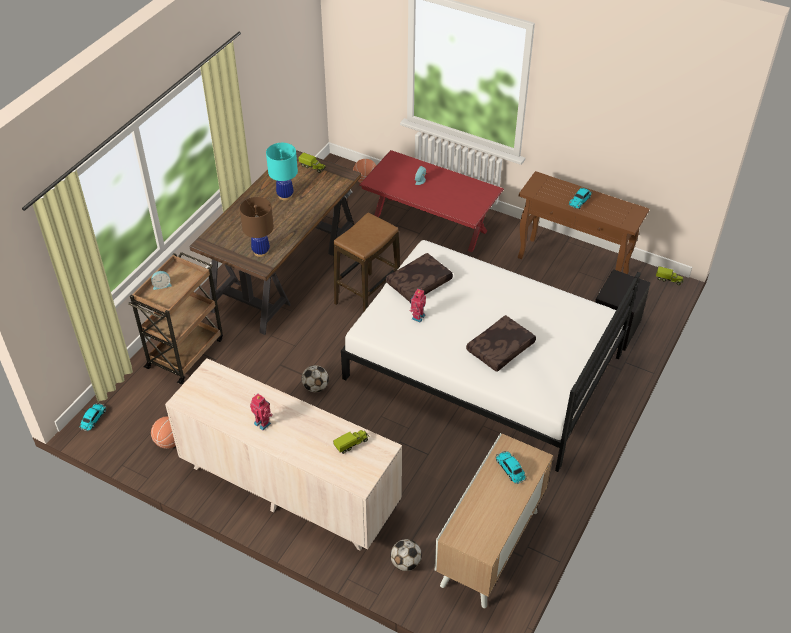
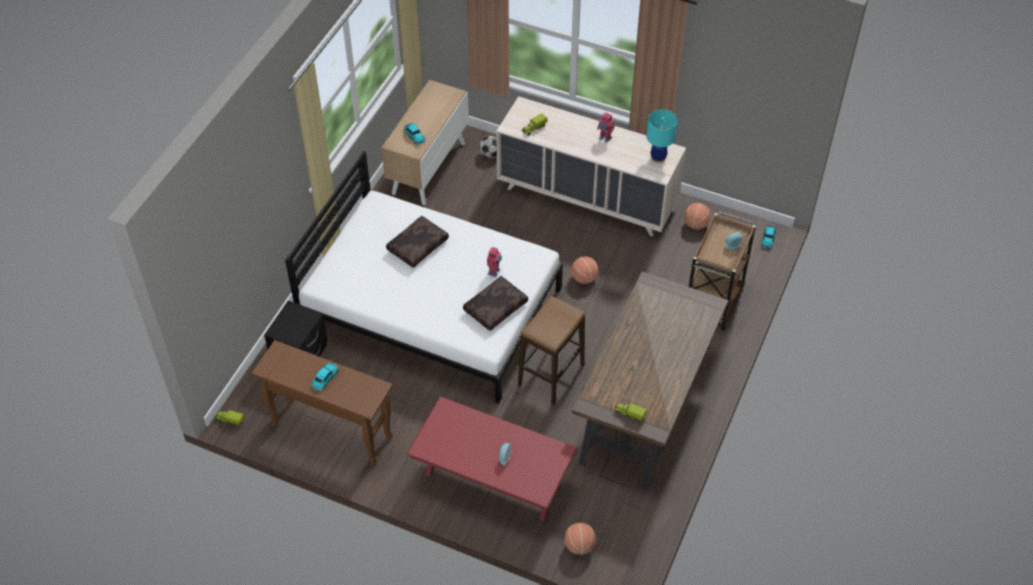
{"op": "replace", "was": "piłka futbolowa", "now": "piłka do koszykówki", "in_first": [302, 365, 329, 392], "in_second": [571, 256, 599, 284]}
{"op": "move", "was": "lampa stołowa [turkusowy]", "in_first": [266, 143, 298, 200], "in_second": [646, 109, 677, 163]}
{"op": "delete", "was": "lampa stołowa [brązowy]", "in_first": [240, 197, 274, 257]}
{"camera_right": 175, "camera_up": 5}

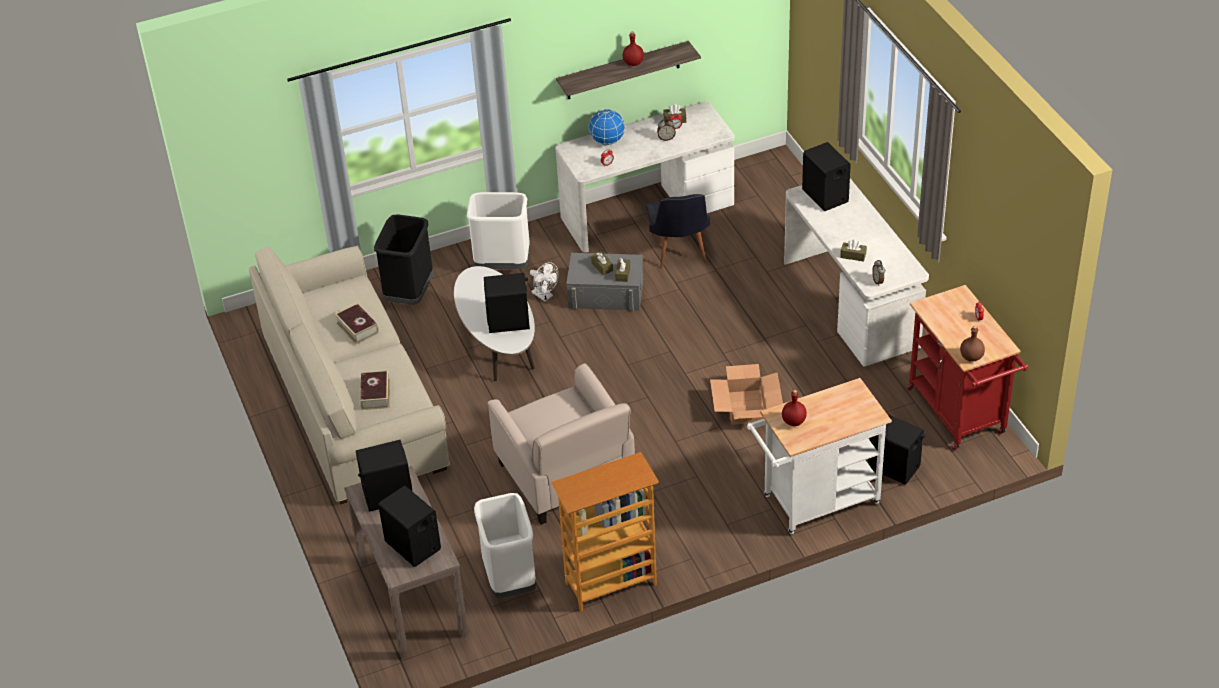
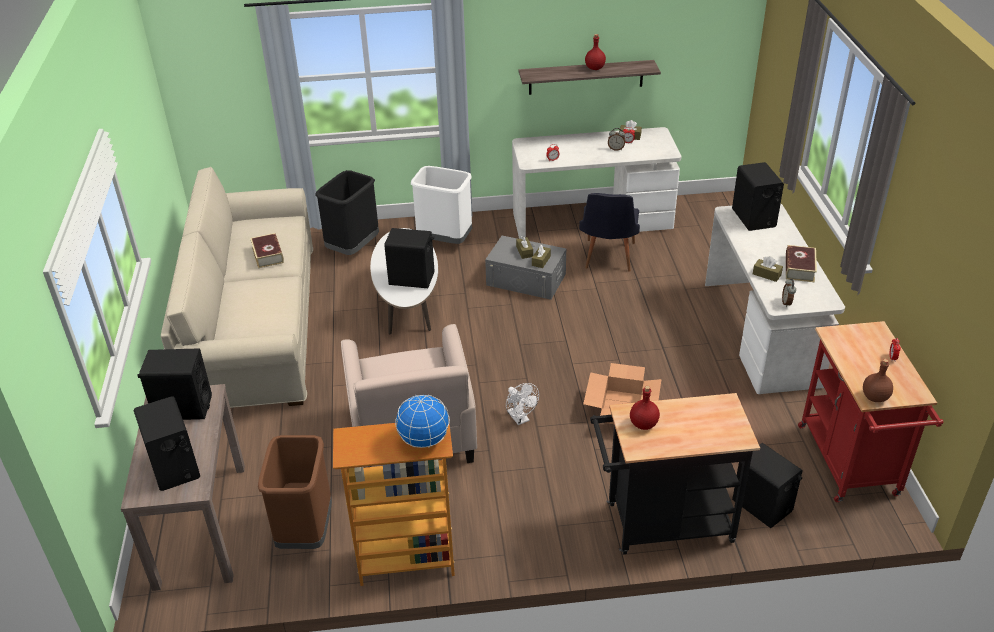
{"op": "recolor", "was": "kosz na śmieci [biały]", "now": "kosz na śmieci [brązowy]", "in_first": [474, 493, 536, 598], "in_second": [258, 435, 332, 549]}
{"op": "move", "was": "globus", "in_first": [589, 109, 625, 145], "in_second": [395, 395, 450, 448]}
{"op": "move", "was": "wentylator [biały]", "in_first": [530, 262, 558, 301], "in_second": [506, 383, 539, 425]}
{"op": "recolor", "was": "wózek [biały]", "now": "wózek [czarny]", "in_first": [747, 378, 892, 535], "in_second": [590, 393, 760, 554]}
{"op": "move", "was": "książka", "in_first": [360, 370, 390, 410], "in_second": [786, 245, 817, 282]}
{"camera_right": 15, "camera_up": -5}

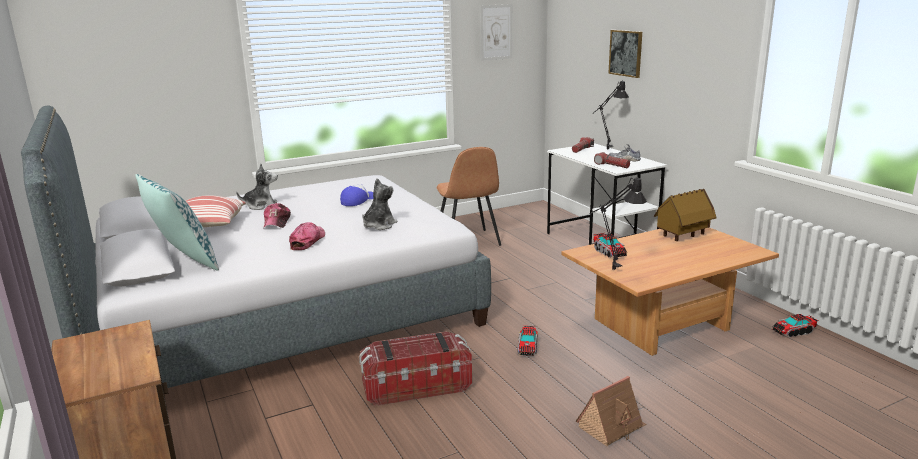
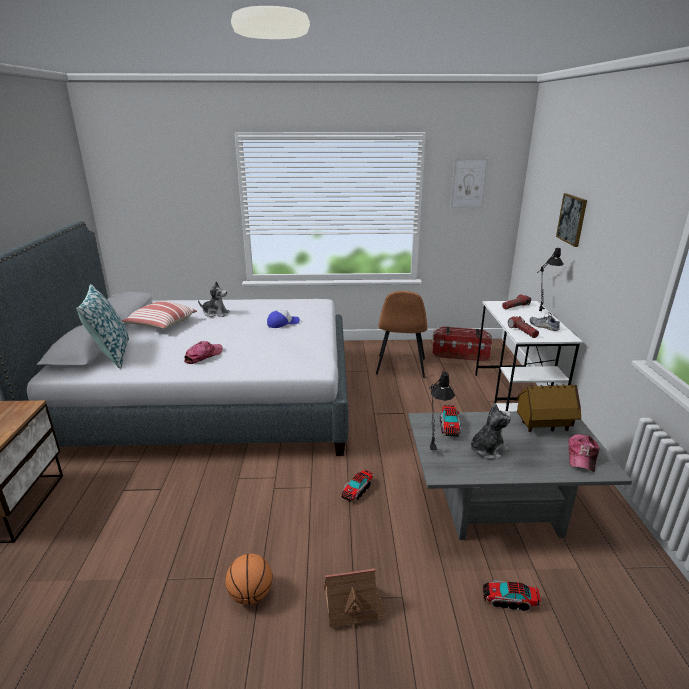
{"op": "insert", "now": "piłka do koszykówki", "in_second": [225, 554, 273, 605]}
{"op": "recolor", "was": "ława [brązowy]", "now": "ława [szary]", "in_first": [561, 227, 779, 356], "in_second": [408, 411, 632, 540]}
{"op": "move", "was": "pojemnik do przechowywania", "in_first": [359, 332, 472, 406], "in_second": [432, 326, 493, 361]}
{"op": "move", "was": "pluszak", "in_first": [362, 178, 397, 230], "in_second": [471, 403, 511, 460]}
{"op": "move", "was": "ciężarówka zabawkowa", "in_first": [772, 314, 818, 337], "in_second": [482, 580, 541, 611]}
{"op": "move", "was": "czapka z daszkiem", "in_first": [264, 203, 291, 228], "in_second": [568, 434, 599, 472]}
{"camera_right": 25, "camera_up": 5}

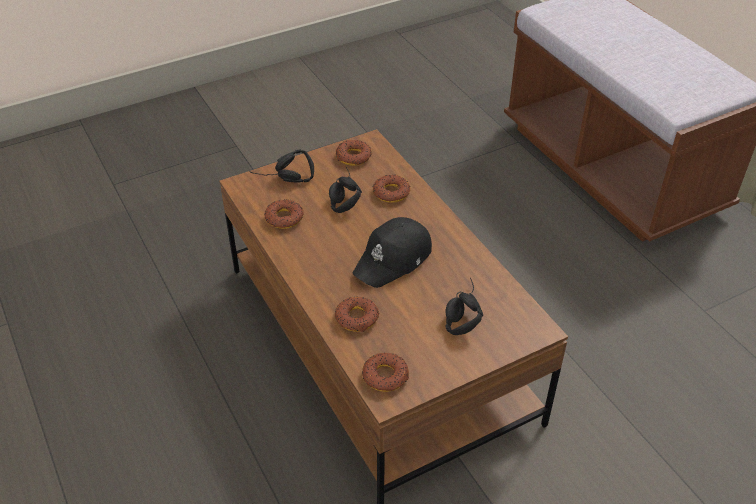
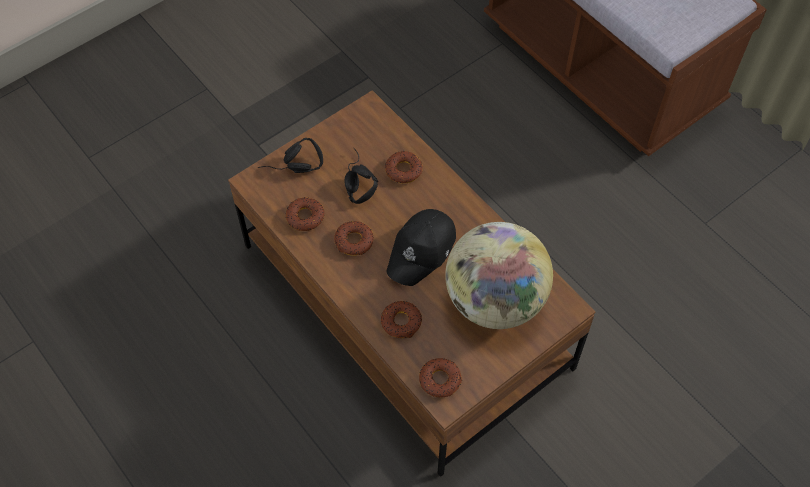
{"op": "move", "was": "donut", "in_first": [336, 140, 372, 166], "in_second": [334, 221, 374, 255]}
{"op": "replace", "was": "słuchawki [czarny]", "now": "globus", "in_first": [445, 278, 483, 335], "in_second": [445, 222, 553, 329]}
{"camera_right": -10, "camera_up": 15}

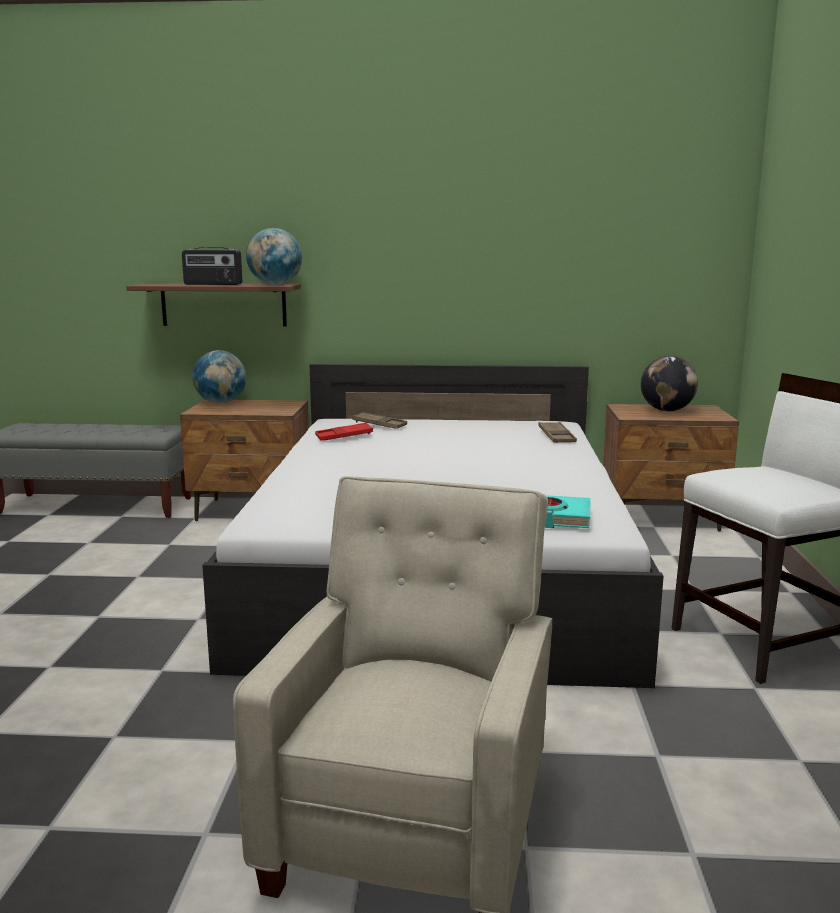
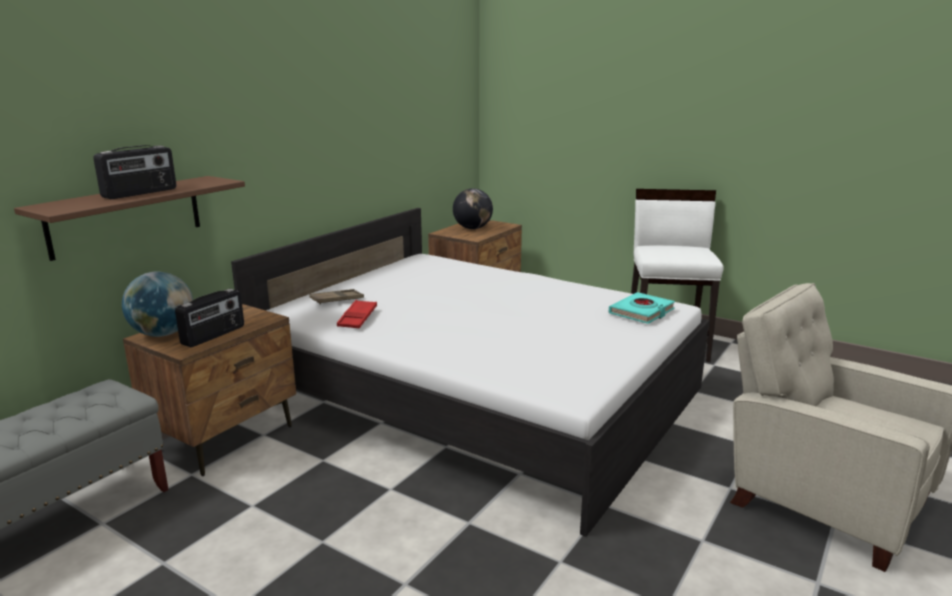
{"op": "insert", "now": "radio", "in_second": [175, 289, 244, 347]}
{"op": "delete", "was": "globus", "in_first": [246, 228, 302, 285]}
{"op": "delete", "was": "taca [brązowy]", "in_first": [538, 422, 577, 443]}
{"camera_right": -60, "camera_up": 5}

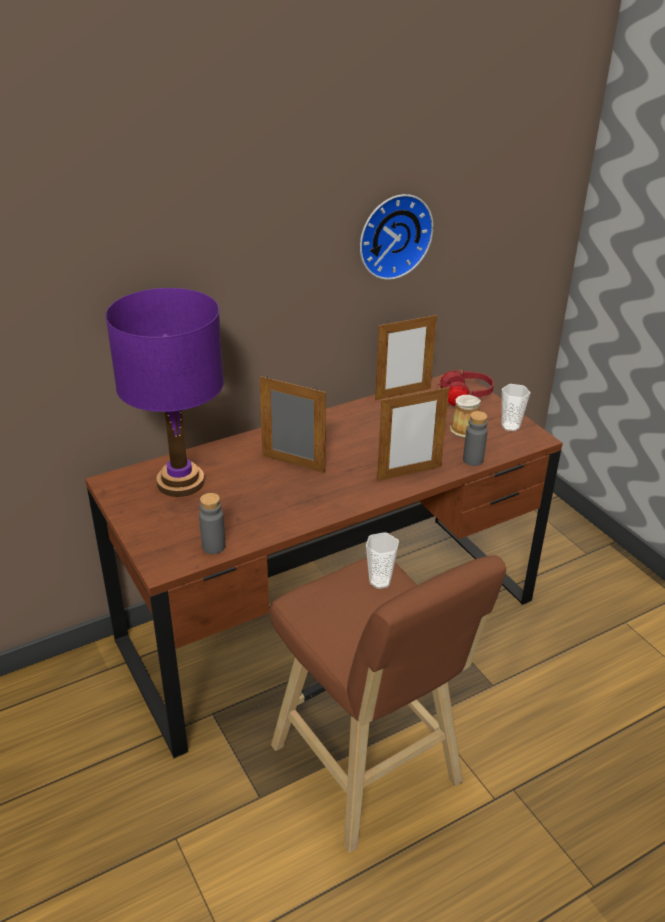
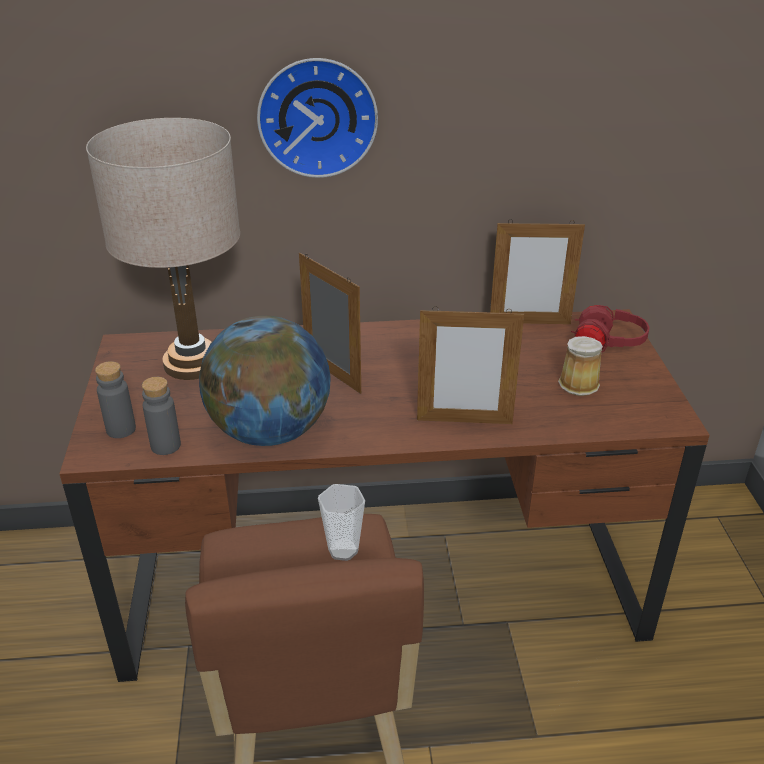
{"op": "recolor", "was": "lampa stołowa [fioletowy]", "now": "lampa stołowa [beżowy]", "in_first": [105, 288, 224, 497], "in_second": [86, 118, 240, 380]}
{"op": "move", "was": "butelka [szary]", "in_first": [463, 411, 488, 466], "in_second": [95, 361, 136, 438]}
{"op": "insert", "now": "globus", "in_second": [199, 316, 330, 446]}
{"op": "move", "was": "zegar ścienny", "in_first": [360, 194, 434, 280], "in_second": [257, 58, 378, 178]}
{"op": "delete", "was": "filiżanka", "in_first": [502, 384, 530, 431]}
{"camera_right": 25, "camera_up": 0}

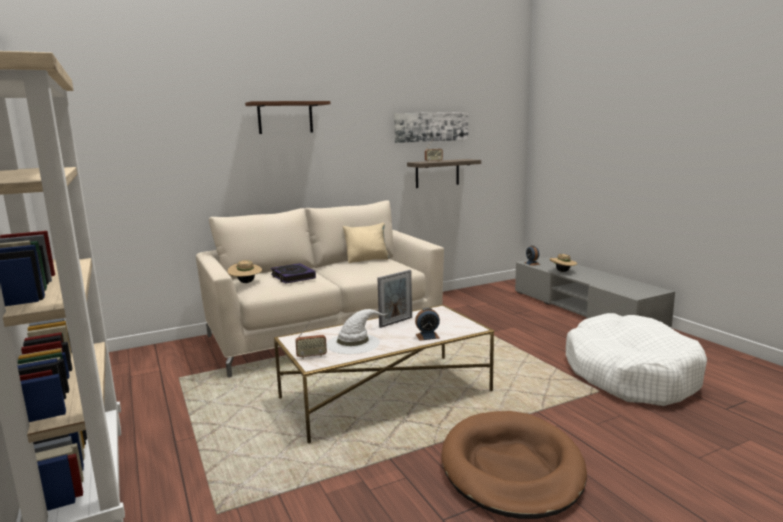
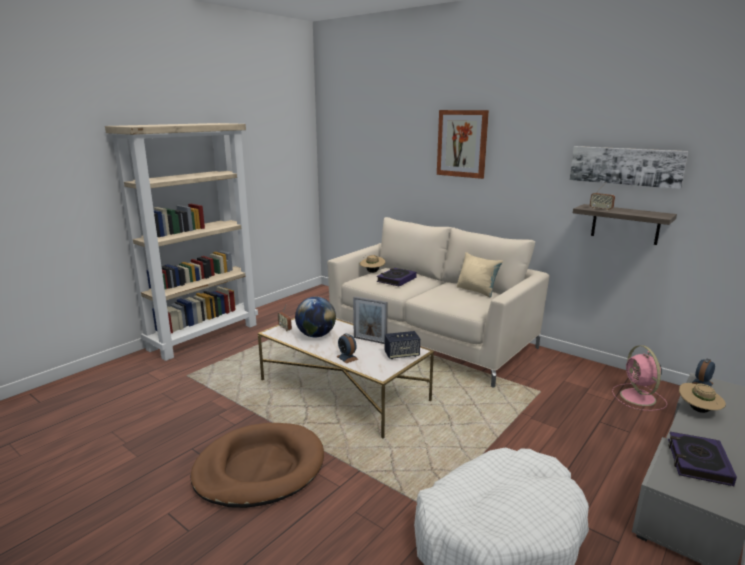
{"op": "replace", "was": "kapelusz [biały]", "now": "globus", "in_first": [326, 309, 388, 354], "in_second": [295, 297, 336, 337]}
{"op": "insert", "now": "głośnik", "in_second": [384, 331, 420, 359]}
{"op": "replace", "was": "półka [brązowy]", "now": "obraz", "in_first": [245, 101, 330, 134], "in_second": [437, 110, 489, 179]}
{"op": "insert", "now": "wentylator [różowy]", "in_second": [612, 345, 667, 411]}
{"op": "insert", "now": "książka", "in_second": [668, 432, 737, 486]}
{"camera_right": 65, "camera_up": 5}

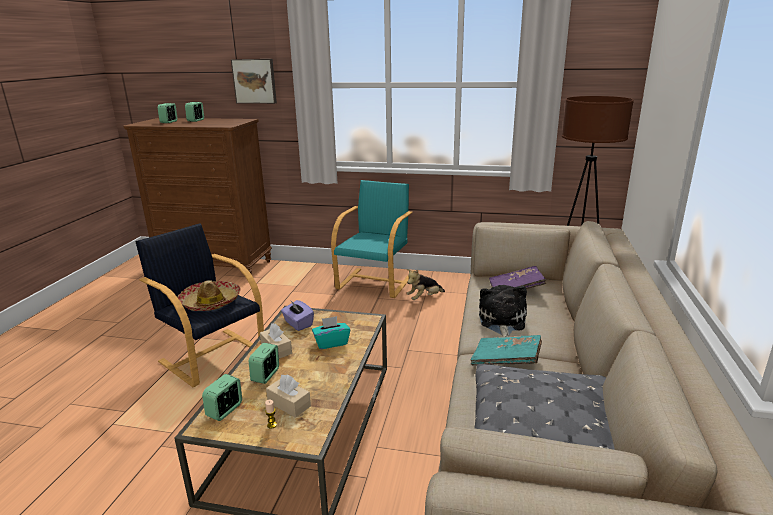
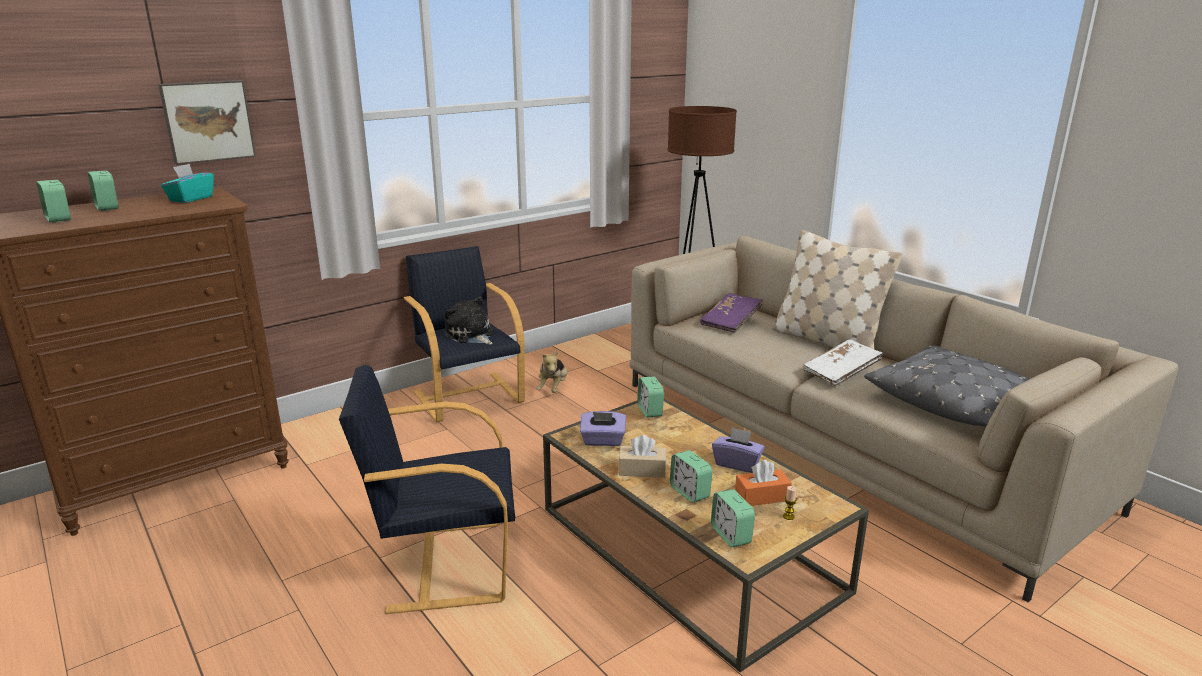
{"op": "move", "was": "pudełko chusteczek [turkusowy]", "in_first": [312, 316, 350, 349], "in_second": [161, 164, 214, 203]}
{"op": "recolor", "was": "fotel [turkusowy]", "now": "fotel [czarny]", "in_first": [331, 180, 413, 298], "in_second": [403, 246, 525, 422]}
{"op": "move", "was": "pluszak", "in_first": [479, 285, 527, 337], "in_second": [445, 296, 495, 345]}
{"op": "insert", "now": "budzik", "in_second": [637, 377, 664, 418]}
{"op": "insert", "now": "pudełko chusteczek [fioletowy]", "in_second": [712, 428, 765, 473]}
{"op": "recolor", "was": "pudełko chusteczek [beżowy]", "now": "pudełko chusteczek [pomarańczowy]", "in_first": [266, 374, 311, 418], "in_second": [735, 460, 792, 506]}
{"op": "insert", "now": "poduszka [beżowy]", "in_second": [772, 230, 903, 349]}
{"op": "recolor", "was": "książka [turkusowy]", "now": "książka [biały]", "in_first": [471, 335, 542, 366], "in_second": [803, 339, 883, 386]}
{"op": "delete", "was": "kapelusz", "in_first": [178, 280, 241, 311]}
{"camera_right": -50, "camera_up": 0}

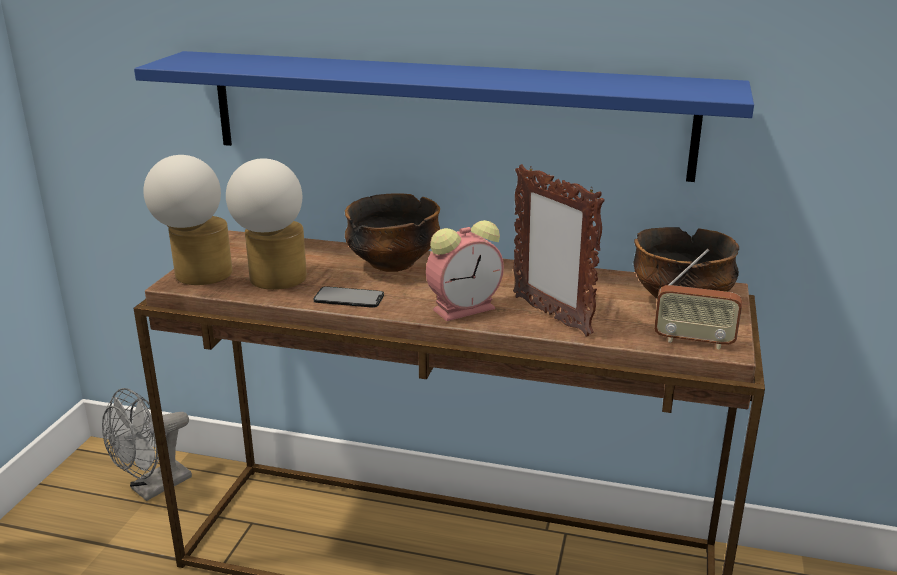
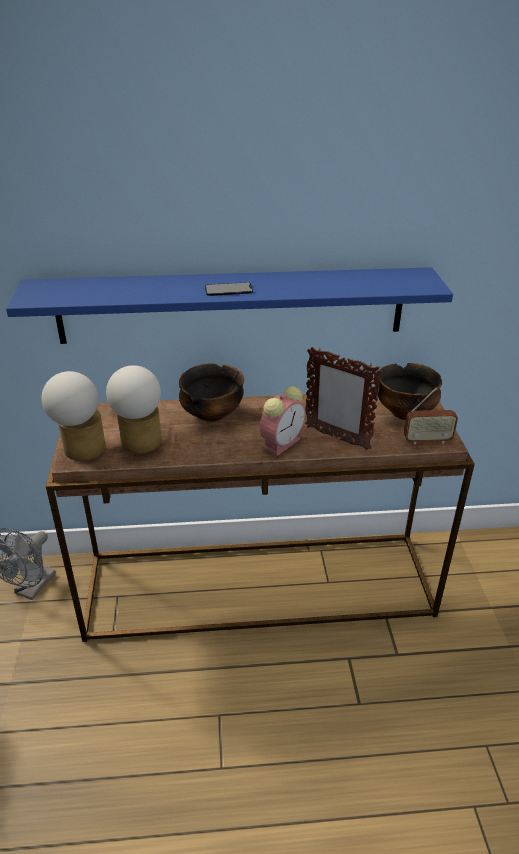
{"op": "move", "was": "telefon", "in_first": [313, 286, 384, 308], "in_second": [205, 282, 253, 296]}
{"camera_right": -20, "camera_up": 10}

